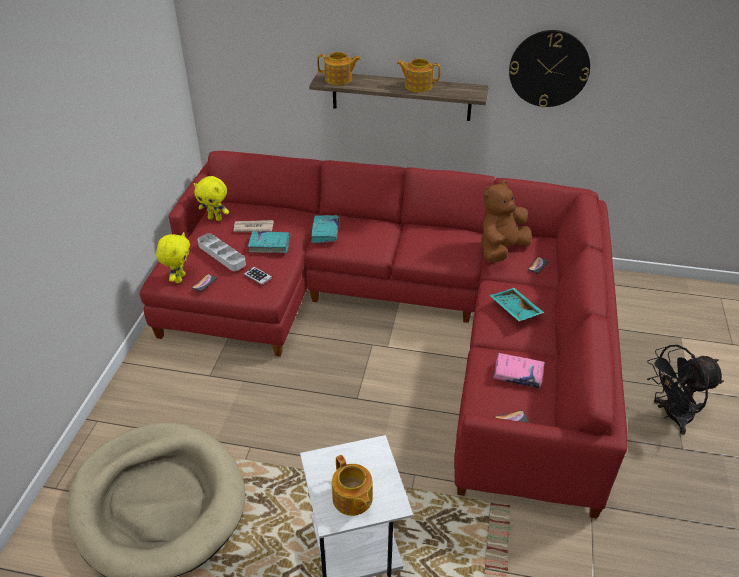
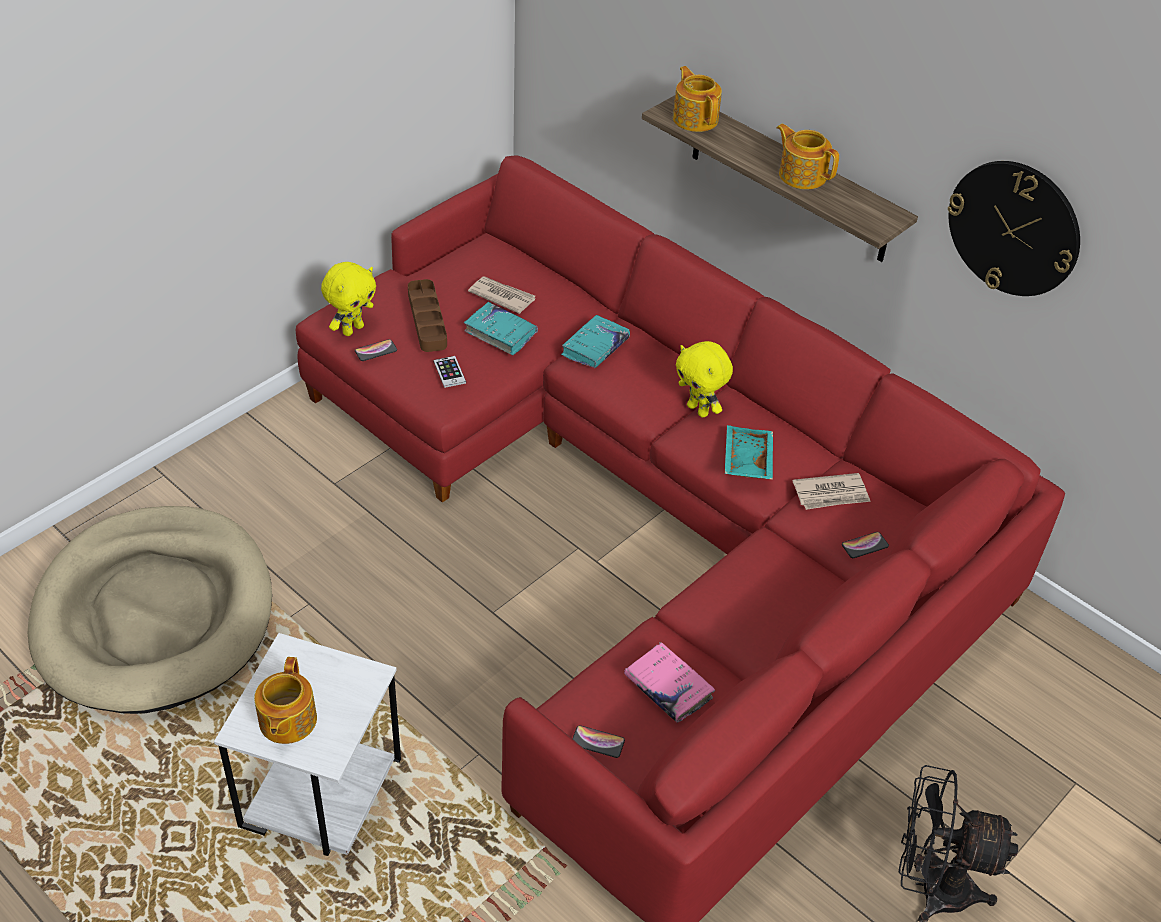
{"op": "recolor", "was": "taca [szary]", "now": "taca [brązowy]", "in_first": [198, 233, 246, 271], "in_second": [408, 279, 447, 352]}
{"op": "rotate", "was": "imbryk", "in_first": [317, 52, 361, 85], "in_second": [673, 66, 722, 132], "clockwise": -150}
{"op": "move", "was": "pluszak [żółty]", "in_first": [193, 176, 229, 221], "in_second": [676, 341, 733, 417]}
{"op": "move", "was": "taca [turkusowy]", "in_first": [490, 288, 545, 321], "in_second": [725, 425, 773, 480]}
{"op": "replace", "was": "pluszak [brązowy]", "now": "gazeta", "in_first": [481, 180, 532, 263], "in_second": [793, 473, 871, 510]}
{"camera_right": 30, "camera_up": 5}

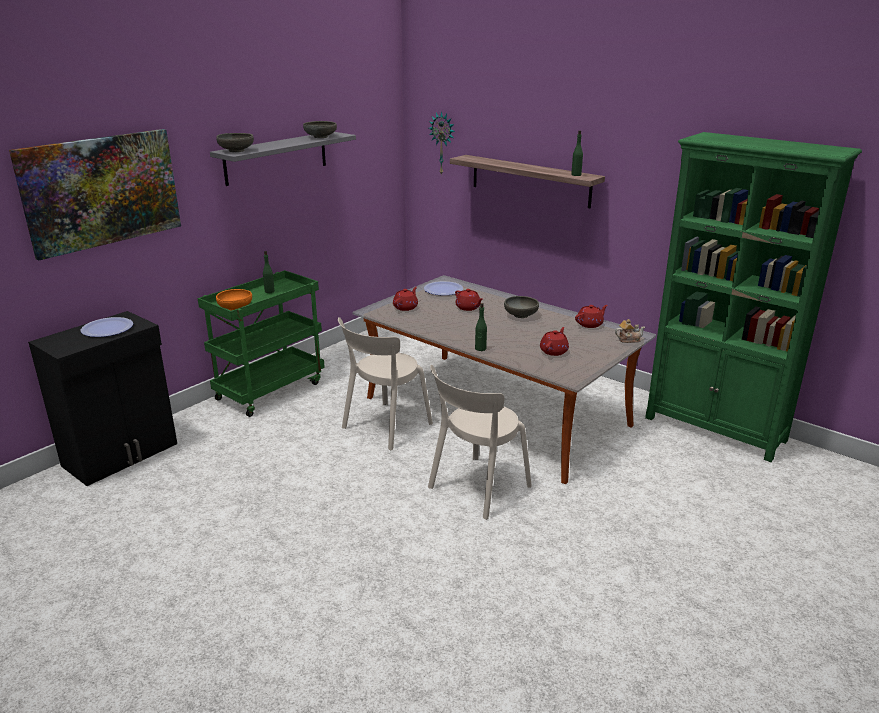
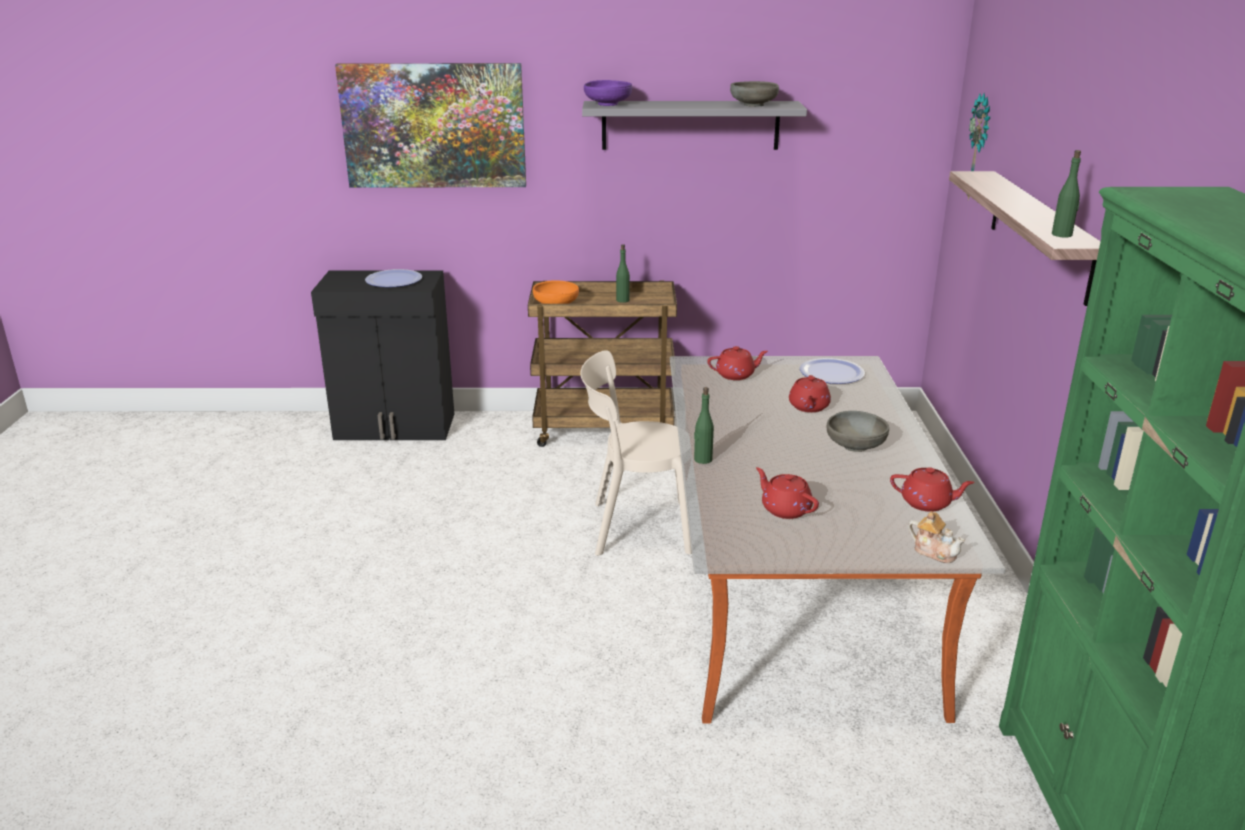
{"op": "recolor", "was": "wózek [zielony]", "now": "wózek [brązowy]", "in_first": [198, 270, 325, 417], "in_second": [528, 281, 677, 447]}
{"op": "recolor", "was": "miska [szary]", "now": "miska [fioletowy]", "in_first": [216, 133, 254, 152], "in_second": [584, 80, 632, 106]}
{"op": "rotate", "was": "imbryk [czerwony]", "in_first": [540, 327, 569, 356], "in_second": [756, 467, 819, 519], "clockwise": -120}
{"op": "delete", "was": "krzesło [beżowy]", "in_first": [428, 365, 532, 520]}
{"camera_right": 50, "camera_up": 0}

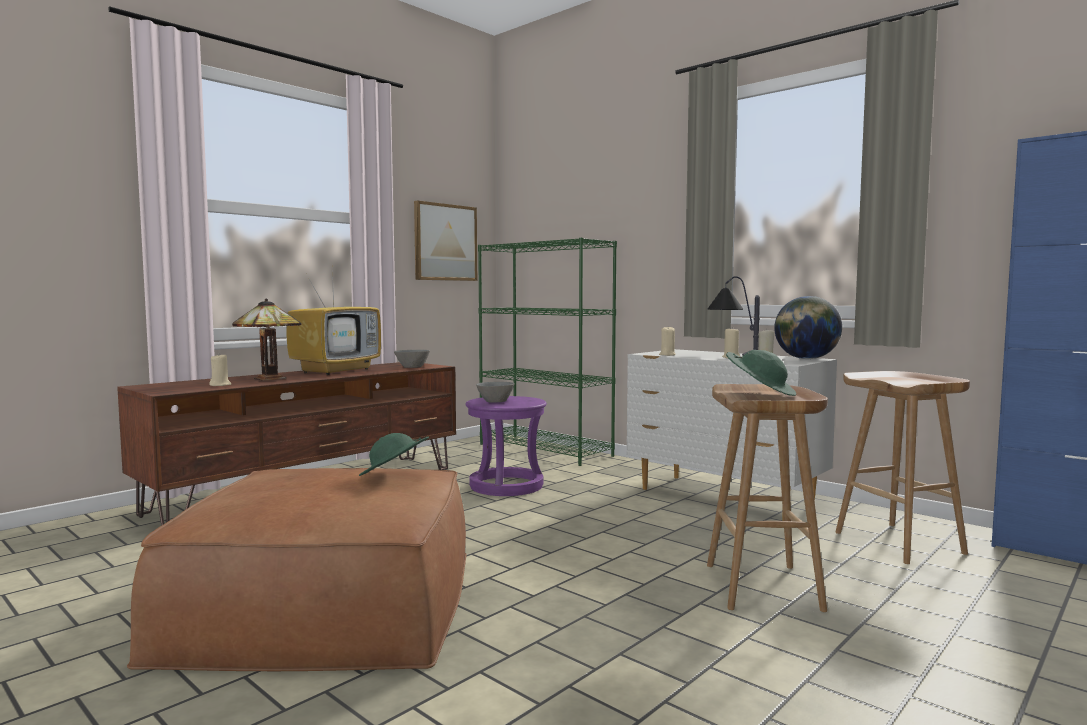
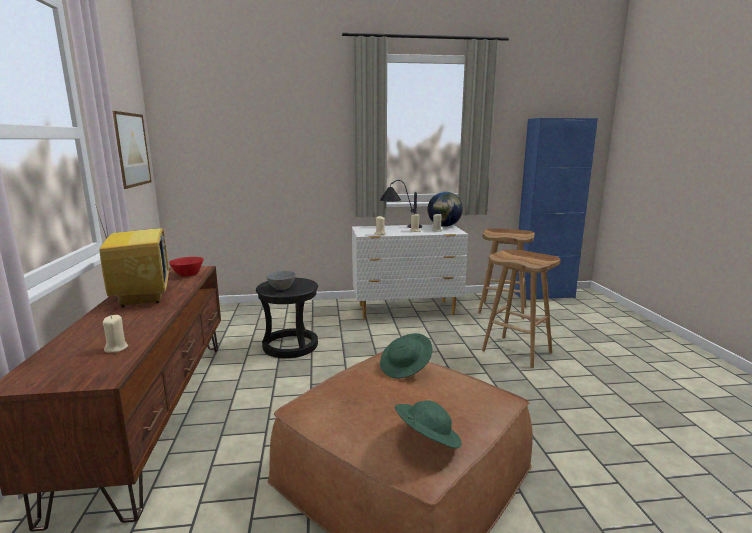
{"op": "recolor", "was": "miska [szary]", "now": "miska [czerwony]", "in_first": [394, 350, 430, 368], "in_second": [169, 257, 204, 277]}
{"op": "recolor", "was": "stołek [fioletowy]", "now": "stołek [czarny]", "in_first": [466, 396, 547, 496], "in_second": [256, 278, 318, 358]}
{"op": "move", "was": "kapelusz [zielony]", "in_first": [726, 350, 796, 396], "in_second": [395, 400, 462, 448]}
{"op": "delete", "was": "lampa stołowa", "in_first": [232, 298, 302, 381]}
{"op": "delete", "was": "regał [zielony]", "in_first": [478, 238, 617, 466]}
{"camera_right": -50, "camera_up": 10}

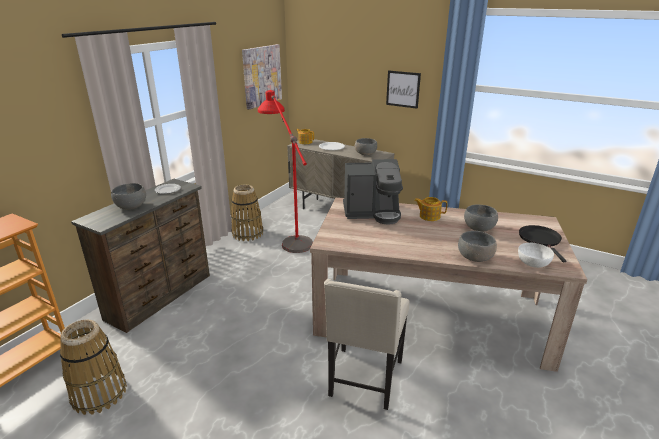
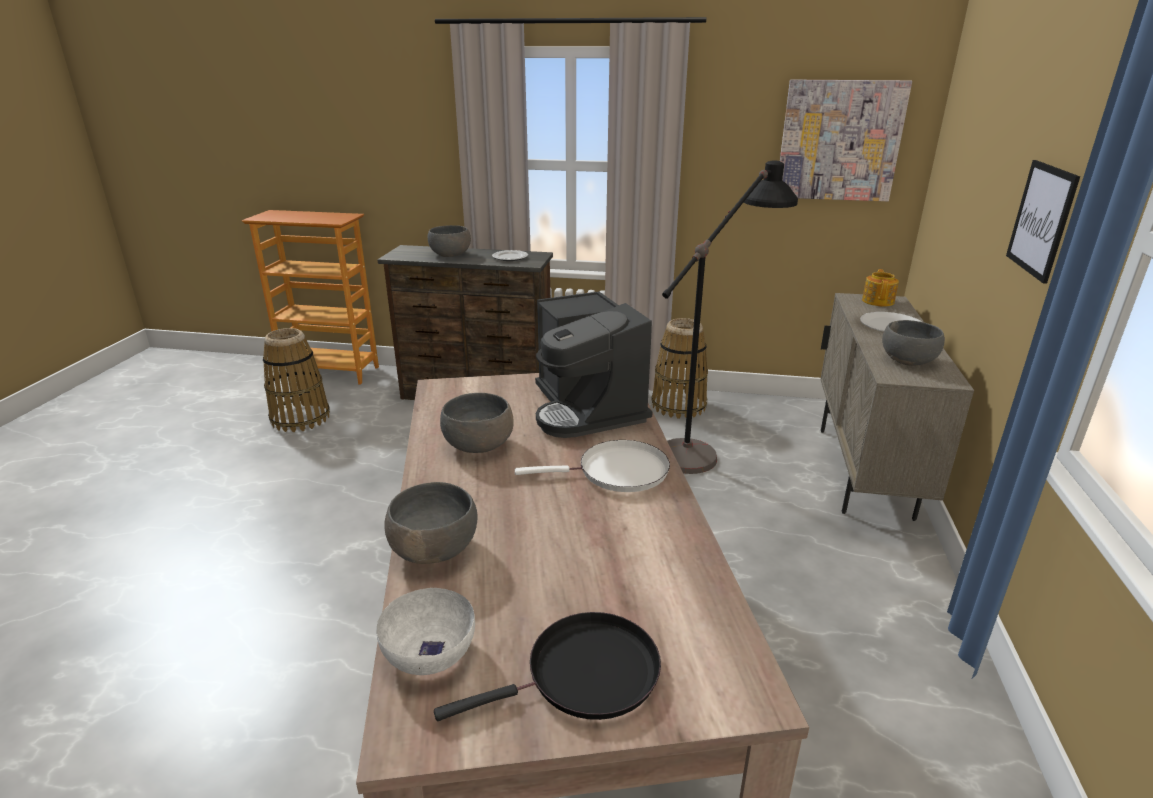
{"op": "move", "was": "miska [szary]", "in_first": [464, 204, 498, 232], "in_second": [440, 393, 513, 453]}
{"op": "replace", "was": "imbryk", "now": "patelnia [biały]", "in_first": [414, 197, 447, 221], "in_second": [515, 440, 670, 492]}
{"op": "recolor", "was": "lampa stojąca [czerwony]", "now": "lampa stojąca [czarny]", "in_first": [258, 90, 313, 253], "in_second": [662, 160, 798, 474]}
{"op": "delete", "was": "krzesło [beżowy]", "in_first": [324, 279, 409, 410]}
{"camera_right": 70, "camera_up": 0}

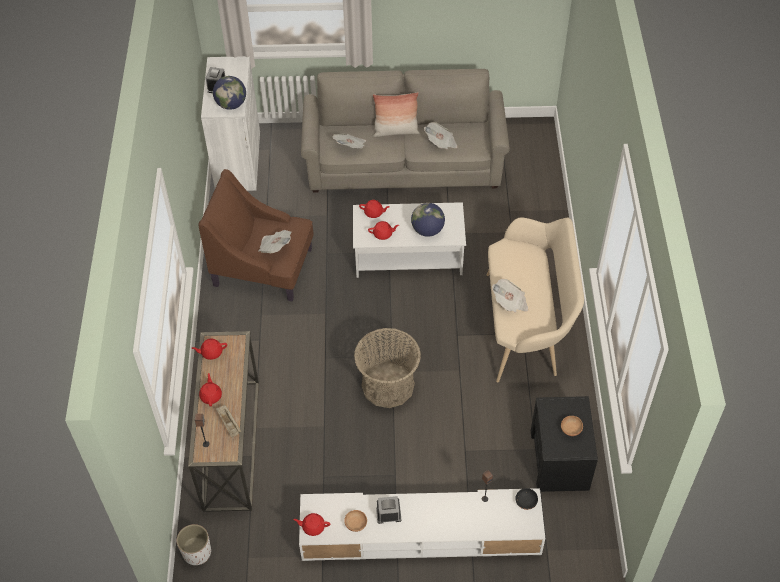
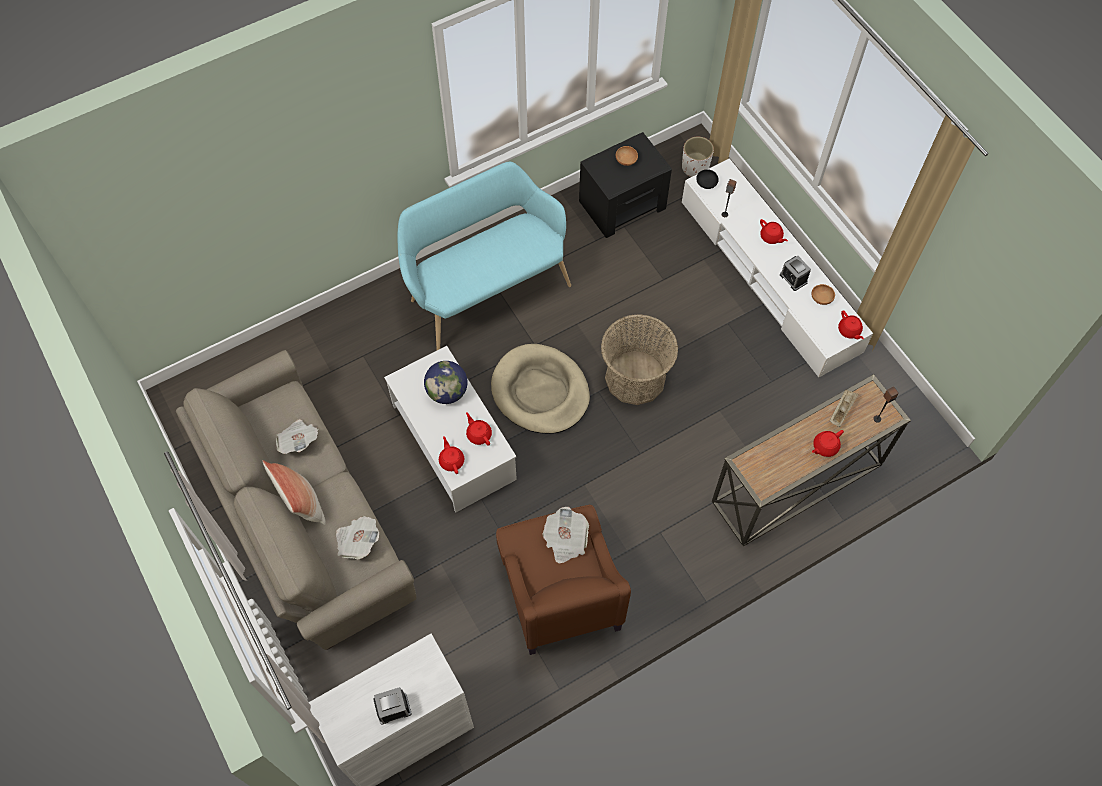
{"op": "recolor", "was": "ławka [beżowy]", "now": "ławka [turkusowy]", "in_first": [487, 218, 584, 383], "in_second": [397, 162, 571, 350]}
{"op": "insert", "now": "legowisko [beżowy]", "in_second": [491, 344, 590, 434]}
{"op": "move", "was": "donica [biały]", "in_first": [177, 524, 211, 565], "in_second": [682, 137, 714, 177]}
{"op": "move", "was": "imbryk [czerwony]", "in_first": [192, 338, 227, 360], "in_second": [760, 219, 788, 244]}
{"op": "delete", "was": "globus", "in_first": [213, 76, 246, 110]}
{"op": "delete", "was": "gazeta", "in_first": [492, 279, 528, 313]}
{"camera_right": -120, "camera_up": 10}

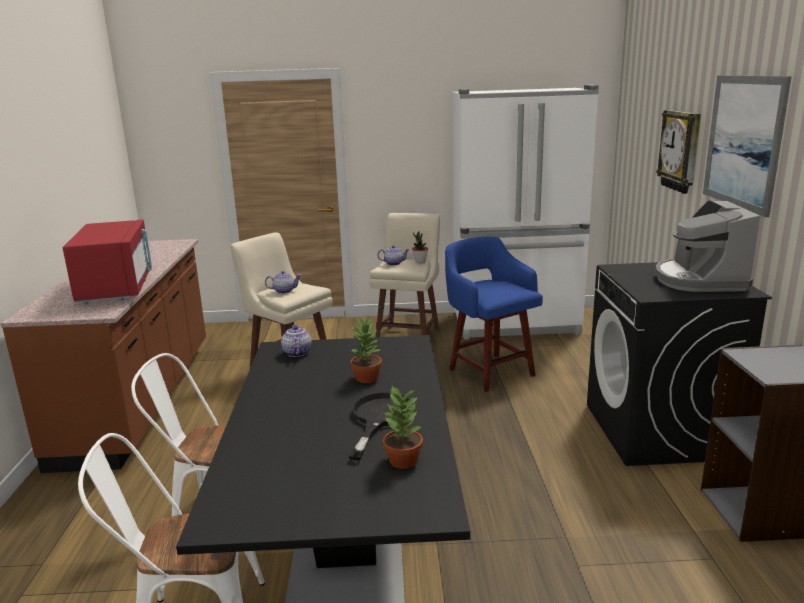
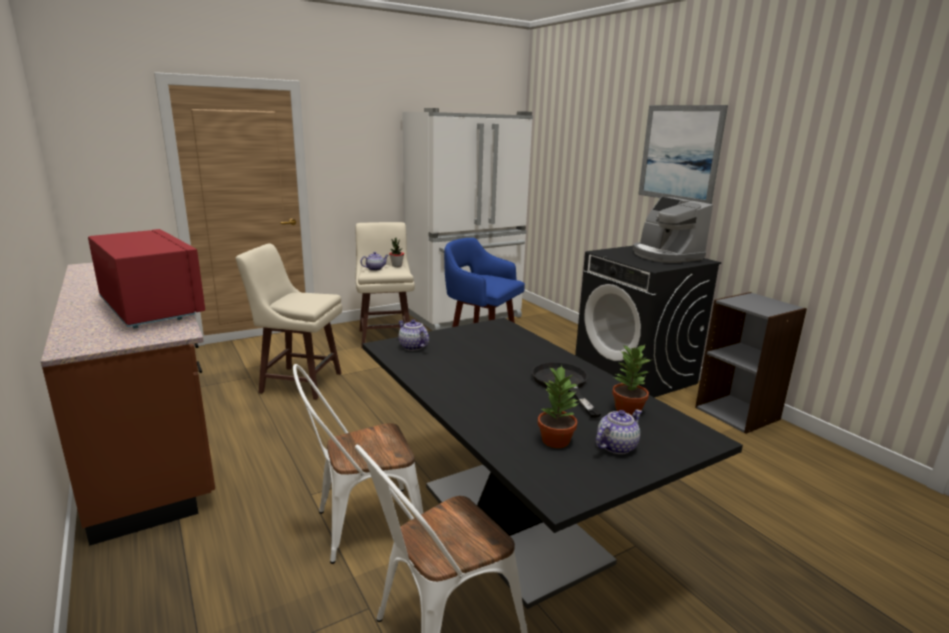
{"op": "move", "was": "roślina doniczkowa", "in_first": [350, 316, 382, 383], "in_second": [538, 365, 579, 448]}
{"op": "move", "was": "imbryk", "in_first": [265, 271, 301, 294], "in_second": [596, 409, 642, 454]}
{"op": "delete", "was": "zegar ścienny", "in_first": [656, 110, 701, 194]}
{"camera_right": -30, "camera_up": 0}

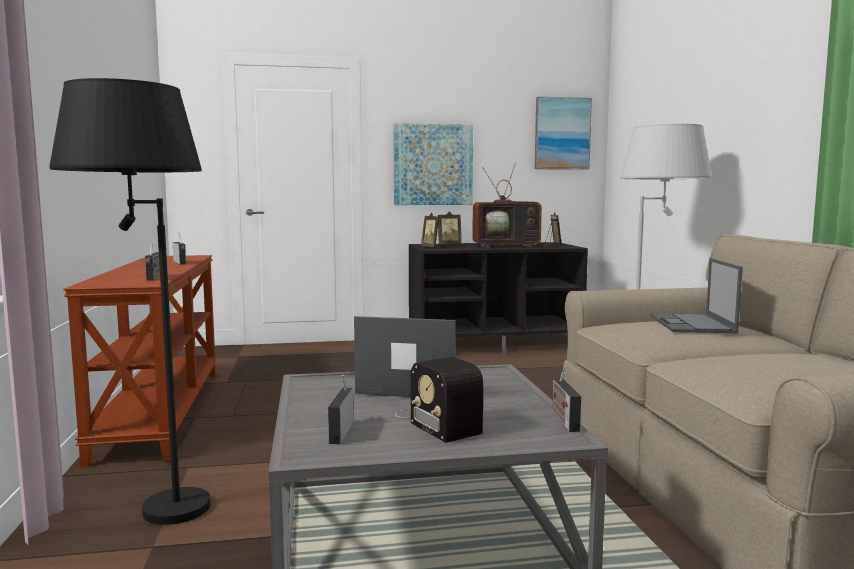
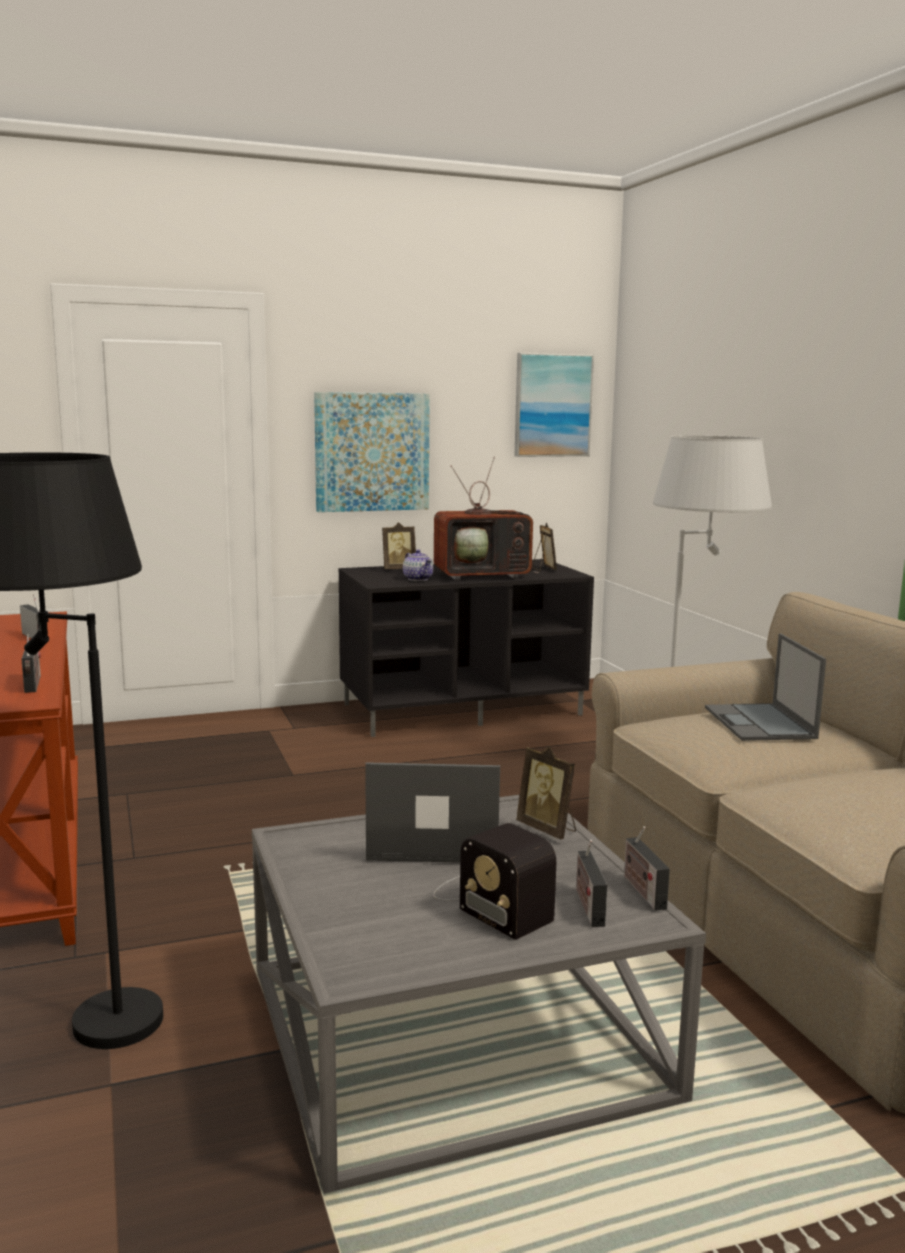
{"op": "insert", "now": "imbryk", "in_second": [403, 549, 433, 581]}
{"op": "move", "was": "ramka na zdjęcie", "in_first": [421, 213, 442, 248], "in_second": [516, 747, 576, 839]}
{"op": "move", "was": "radio", "in_first": [328, 375, 353, 444], "in_second": [576, 840, 607, 927]}
{"camera_right": -10, "camera_up": 5}

